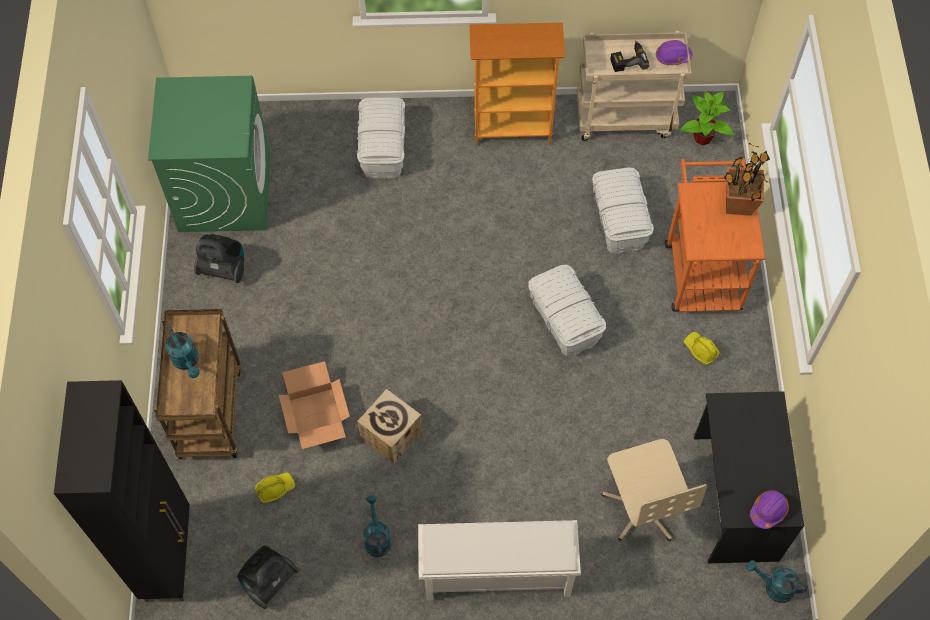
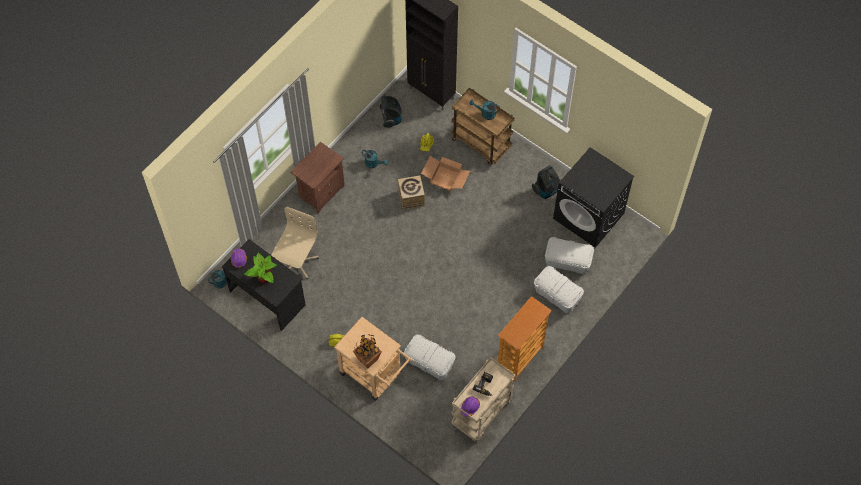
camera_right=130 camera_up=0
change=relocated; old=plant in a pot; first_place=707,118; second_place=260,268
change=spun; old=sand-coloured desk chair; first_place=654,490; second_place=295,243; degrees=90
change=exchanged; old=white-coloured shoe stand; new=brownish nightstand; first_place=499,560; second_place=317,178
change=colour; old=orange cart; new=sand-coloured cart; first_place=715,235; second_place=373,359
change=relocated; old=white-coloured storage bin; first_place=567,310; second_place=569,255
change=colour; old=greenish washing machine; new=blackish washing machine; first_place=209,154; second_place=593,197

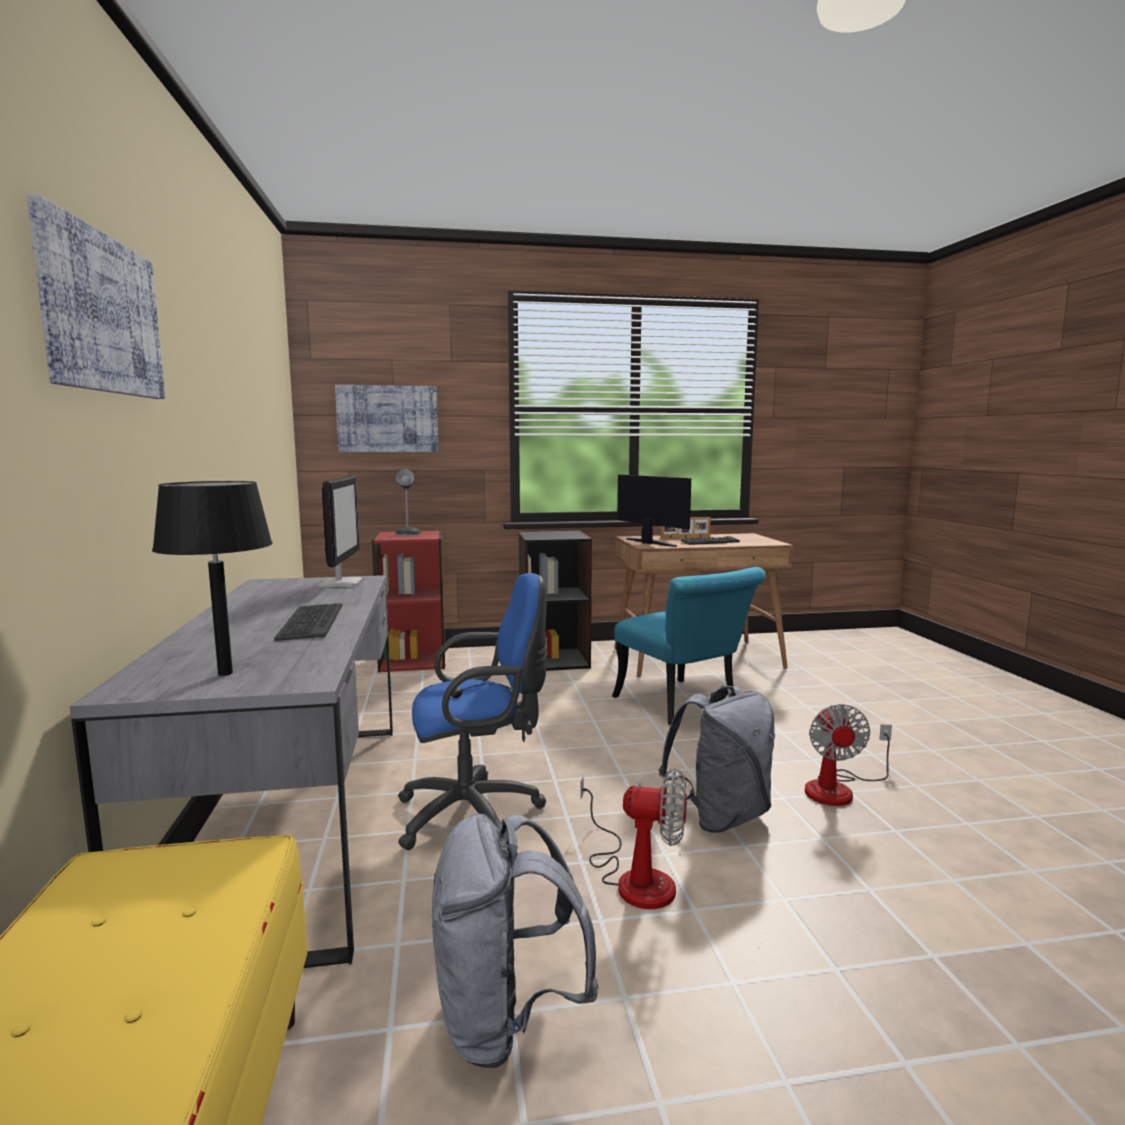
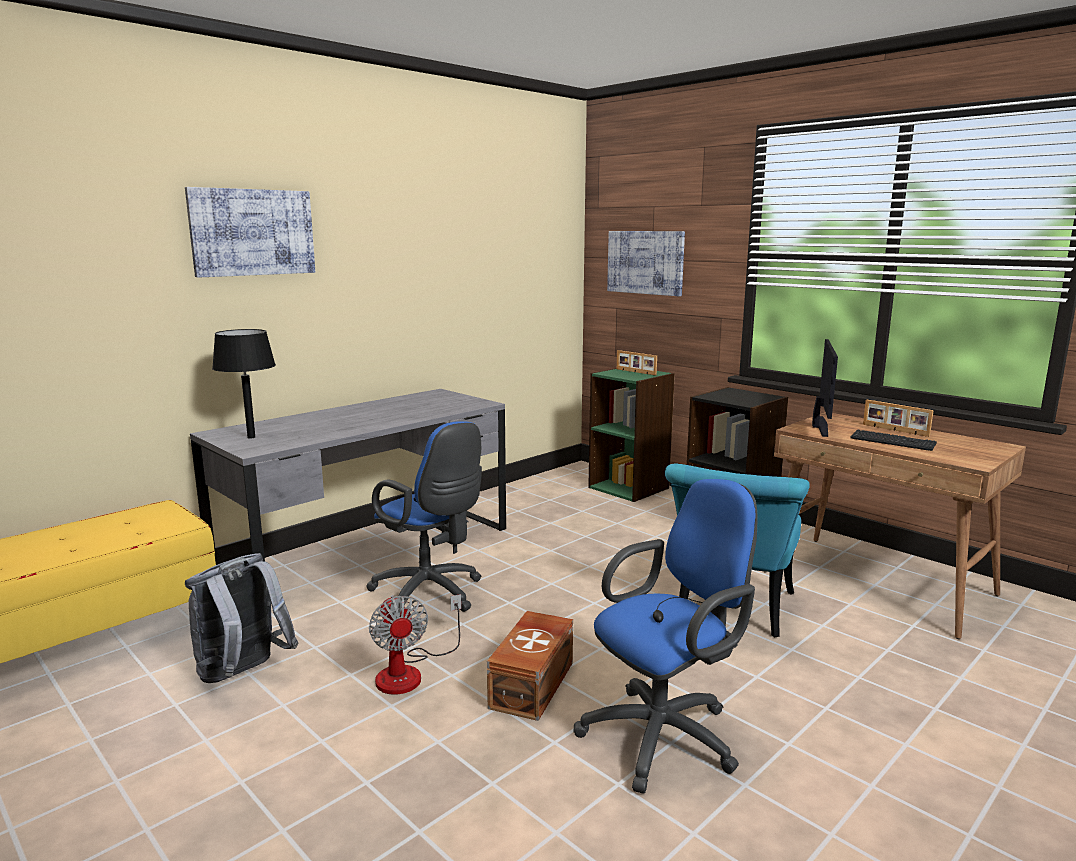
camera_right=55 camera_up=5
change=exchanged; old=gray rucksack; new=brownish storage bin; first_place=717,759; second_place=530,666
change=exchanged; old=fan; new=bluish desk chair; first_place=848,755; second_place=665,636
change=colour; old=reddish shelving unit; new=greenish shelving unit; first_place=408,601; second_place=631,435
change=exchanged; old=tabletop lamp; new=picture frame; first_place=408,502; second_place=637,362
change=missing; old=PC keyboard; first_place=308,622
change=missing; old=computer display; first_place=340,531

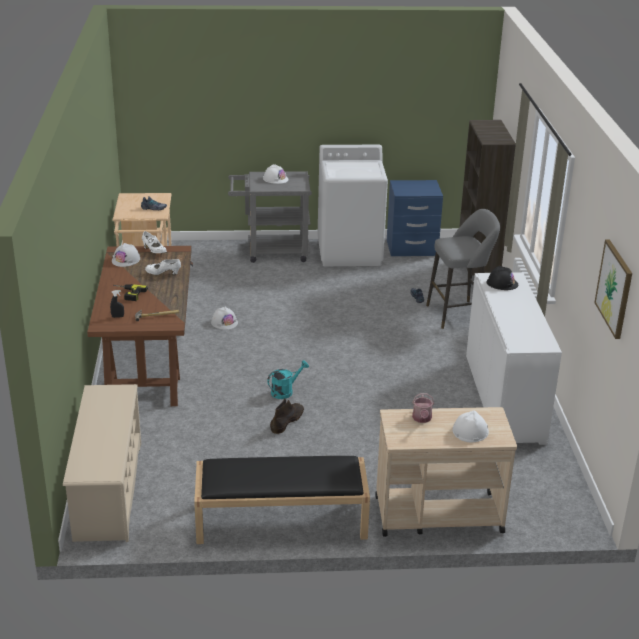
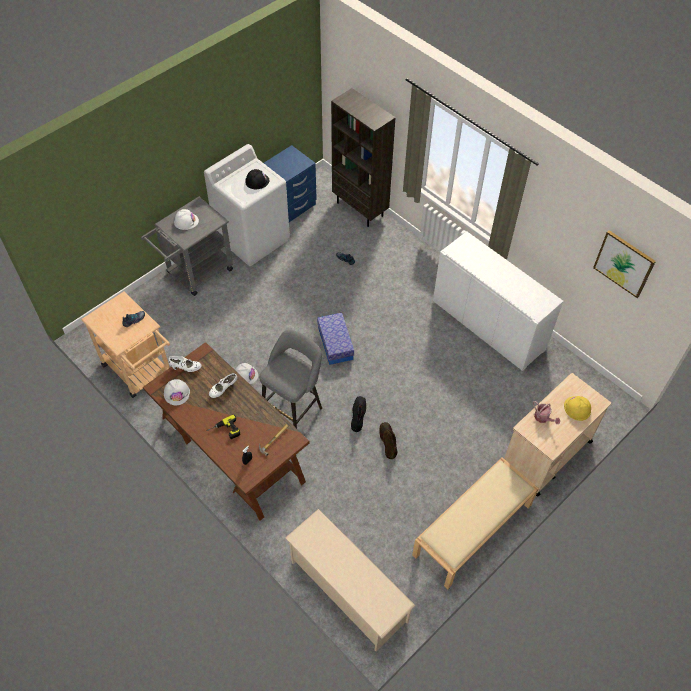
camera_right=-40 camera_up=25
change=relocated; old=blackish safety helmet; first_place=502,278; second_place=257,179
change=relocated; old=gray stool; first_place=463,269; second_place=290,379
change=appeared; new=storage bin; second_place=335,339
change=exchanged; old=blue-green watering can; new=blackish tall boot; first_place=288,379; second_place=358,414
change=colour; old=blackish indoor bench; new=sand-coloured indoor bench; first_place=282,500; second_place=475,523
change=colour; old=white-coloured safety helmet; new=yellow-coloured safety helmet; first_place=471,426; second_place=577,408

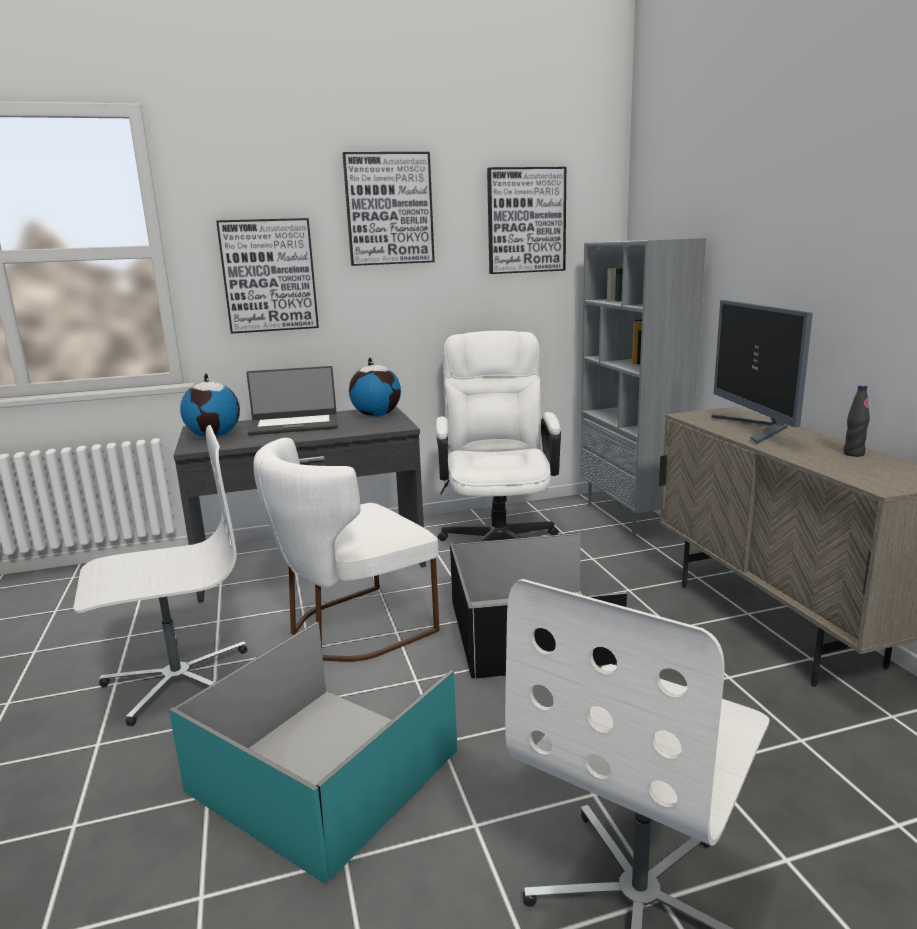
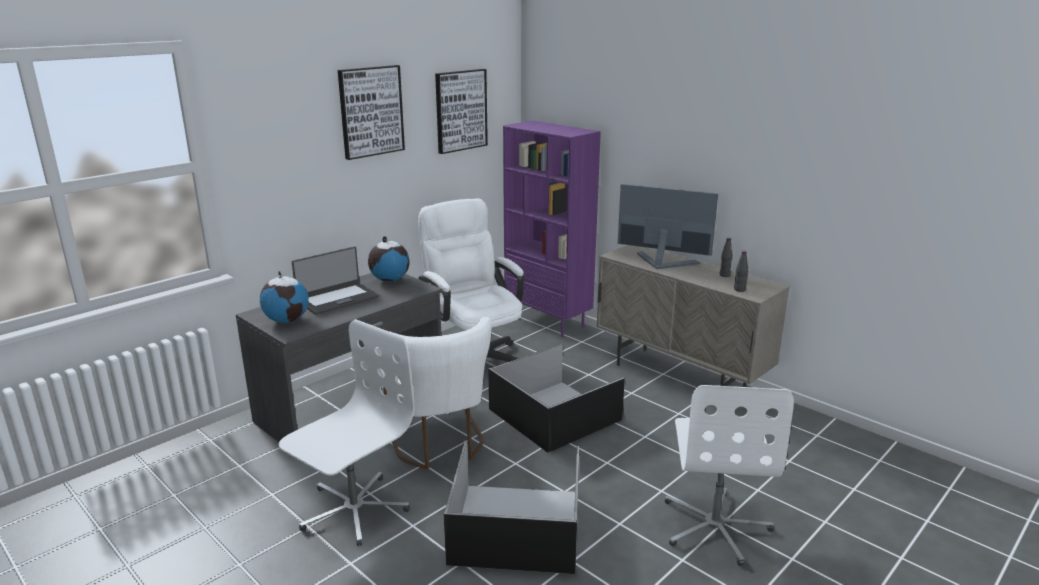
camera_right=-30 camera_up=5
change=spun; old=white-coloured plain chair; first_place=346,550; second_place=435,393; degrees=-45
change=colour; old=blue-green storage bin; new=blackish storage bin; first_place=313,753; second_place=511,507
change=colour; old=gray shelving unit; new=purple shelving unit; first_place=643,388; second_place=552,229
change=spun; old=computer display; first_place=762,372; second_place=668,226; degrees=150
change=appeared; new=blackish beverage bottle; second_place=741,271
change=missing; old=picture; first_place=267,276

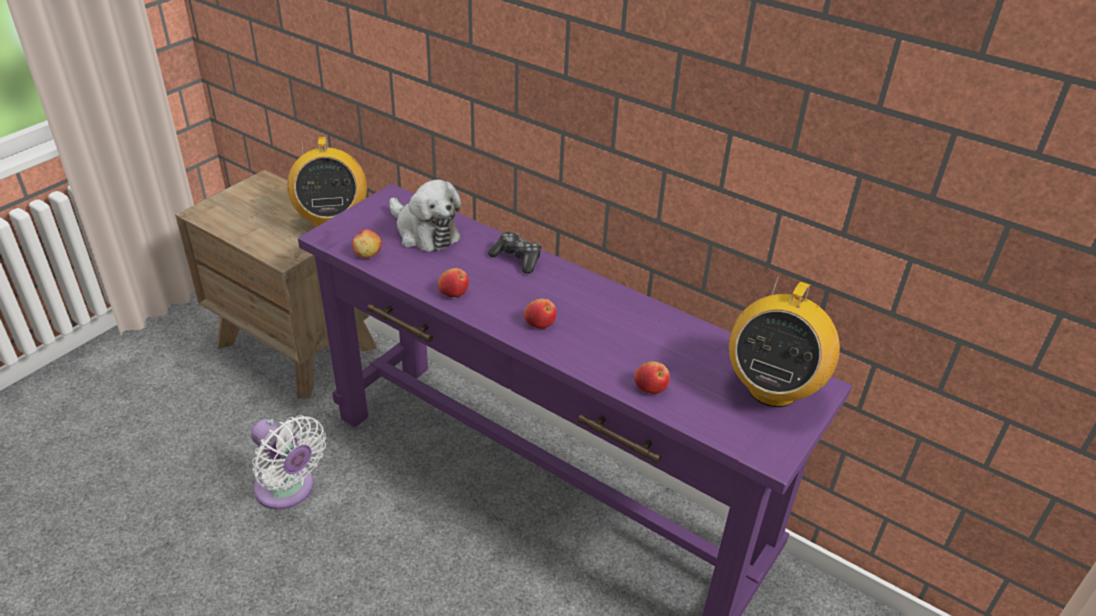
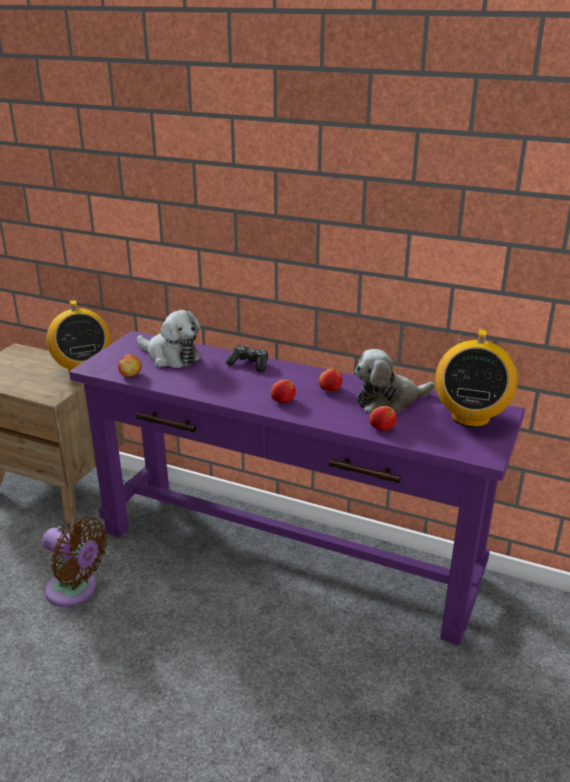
camera_right=-10 camera_up=-10
change=colour; old=white-coloured fan; new=brownish fan; first_place=288,462; second_place=74,562
change=relocated; old=apple; first_place=453,282; second_place=330,379
change=appeared; new=cuddly toy; second_place=395,381

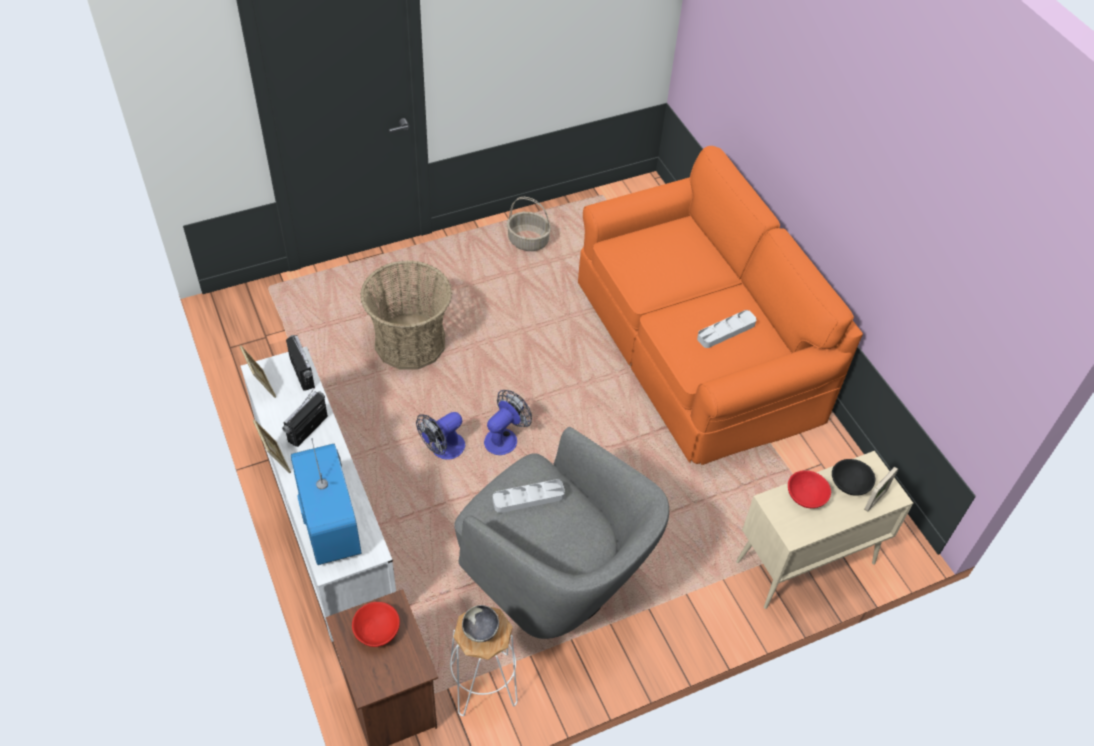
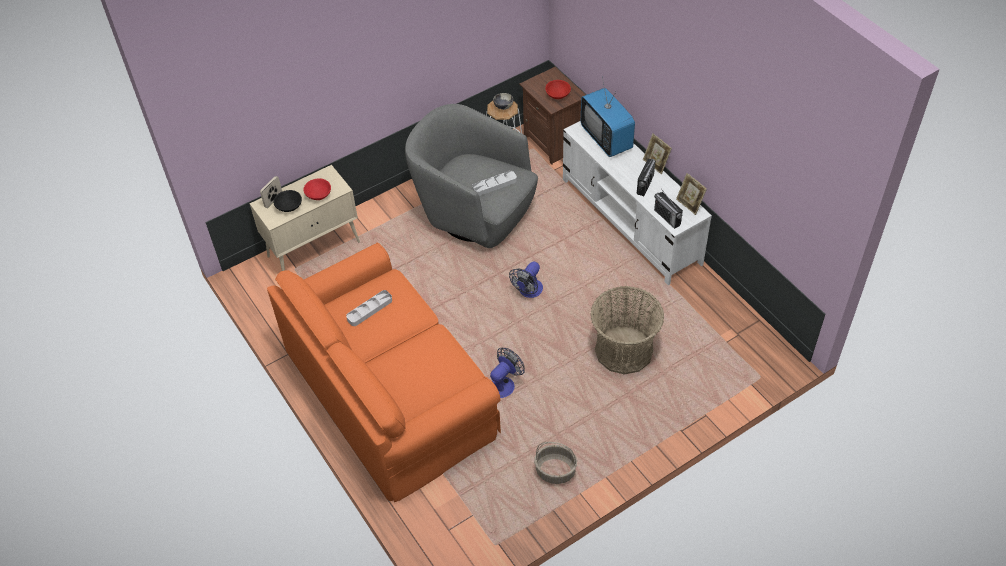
camera_right=175 camera_up=0
change=relocated; old=fan; first_place=440,436; second_place=507,373

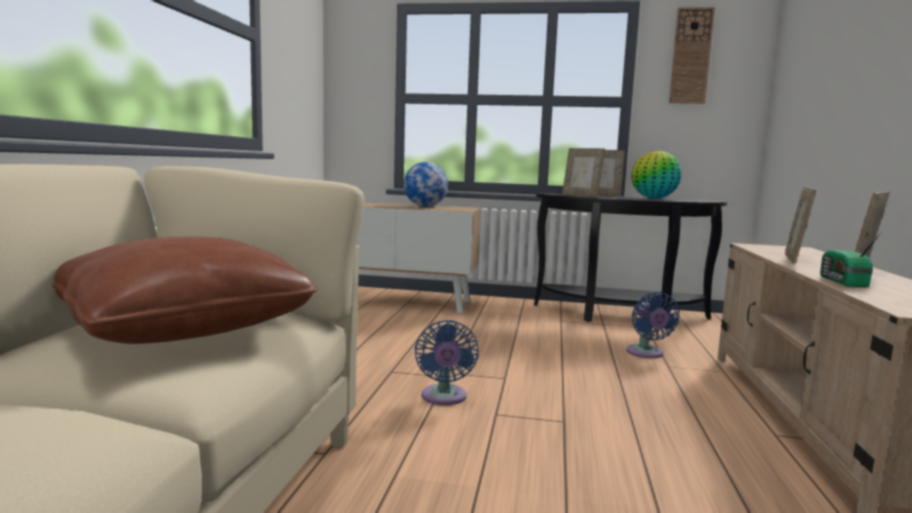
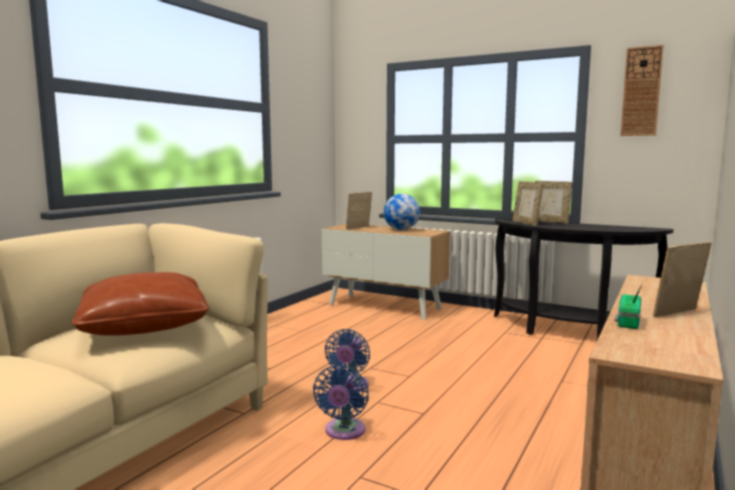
camera_right=20 camera_up=0
change=relocated; old=bluish fan; first_place=653,325; second_place=341,402
change=relocated; old=picture frame; first_place=800,225; second_place=359,210
change=missing; old=world globe; first_place=656,175

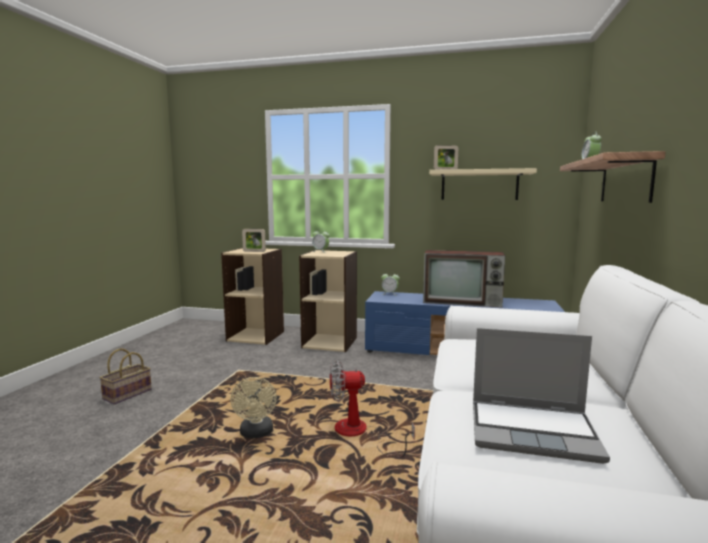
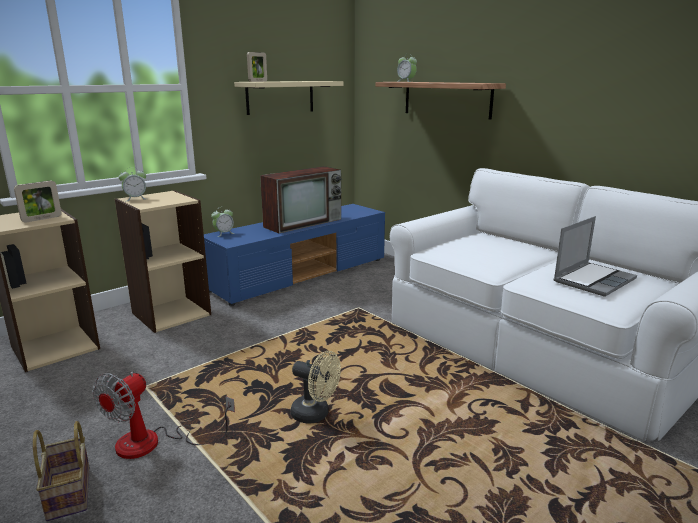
camera_right=-55 camera_up=10
change=relocated; old=fan; first_place=372,409; second_place=163,415

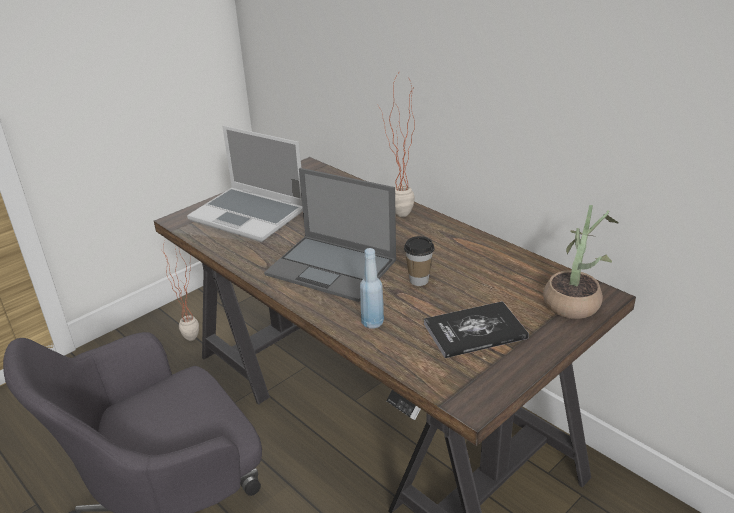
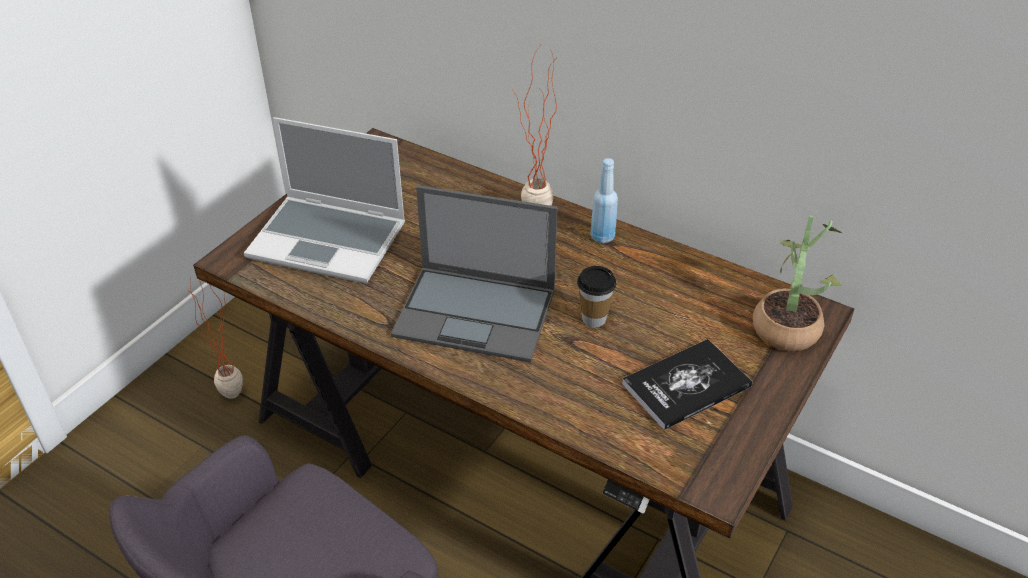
camera_right=-15 camera_up=10
change=relocated; old=bluish beverage bottle; first_place=372,288; second_place=604,200

